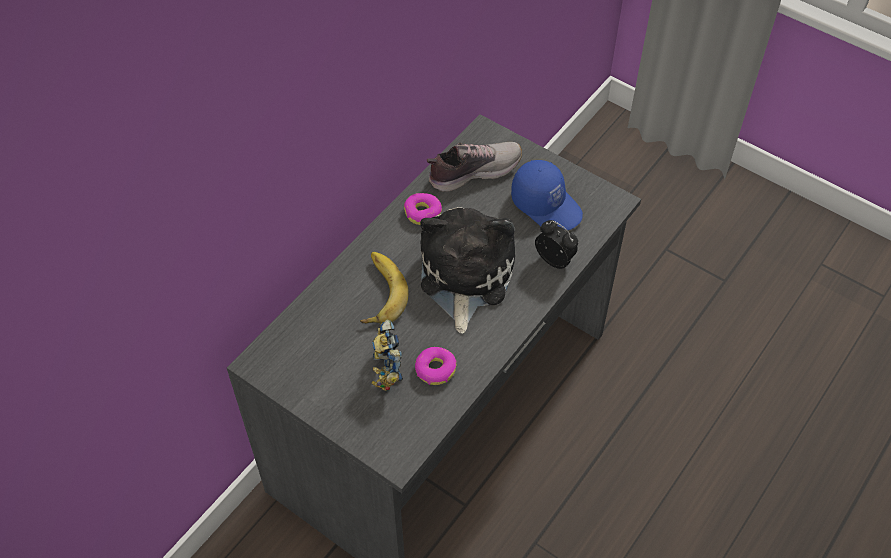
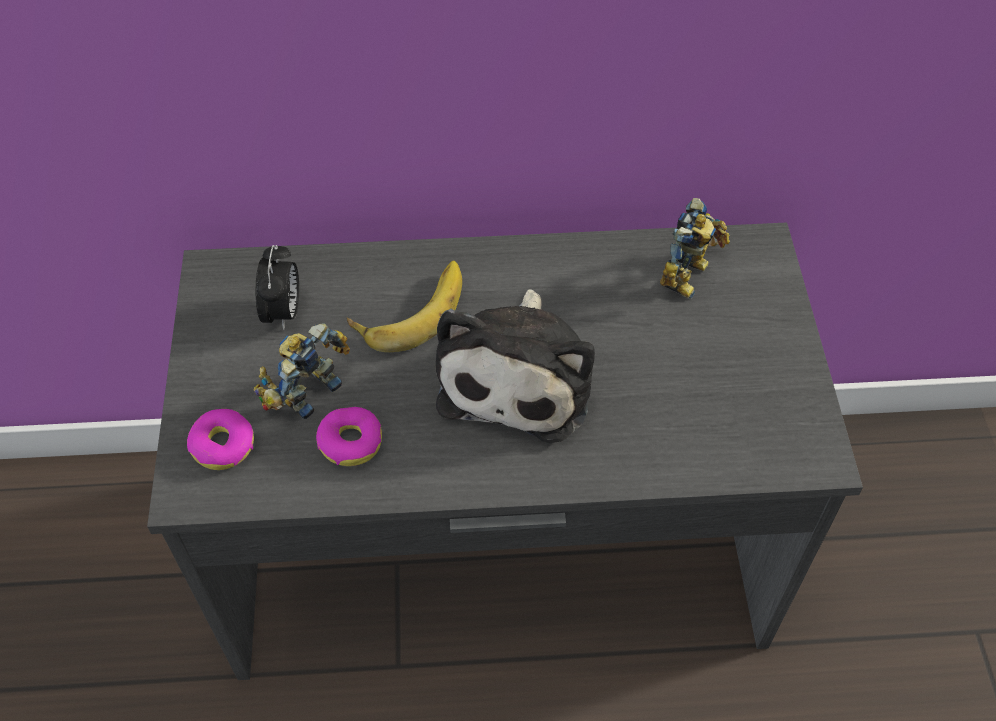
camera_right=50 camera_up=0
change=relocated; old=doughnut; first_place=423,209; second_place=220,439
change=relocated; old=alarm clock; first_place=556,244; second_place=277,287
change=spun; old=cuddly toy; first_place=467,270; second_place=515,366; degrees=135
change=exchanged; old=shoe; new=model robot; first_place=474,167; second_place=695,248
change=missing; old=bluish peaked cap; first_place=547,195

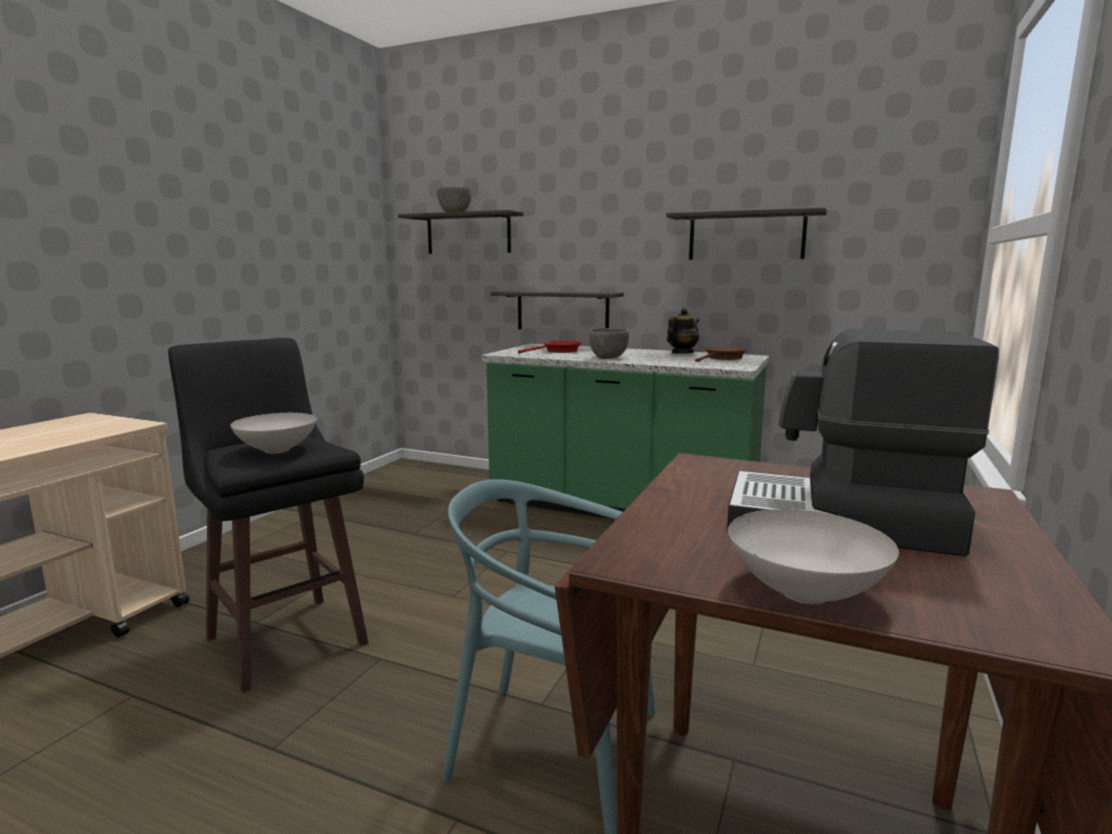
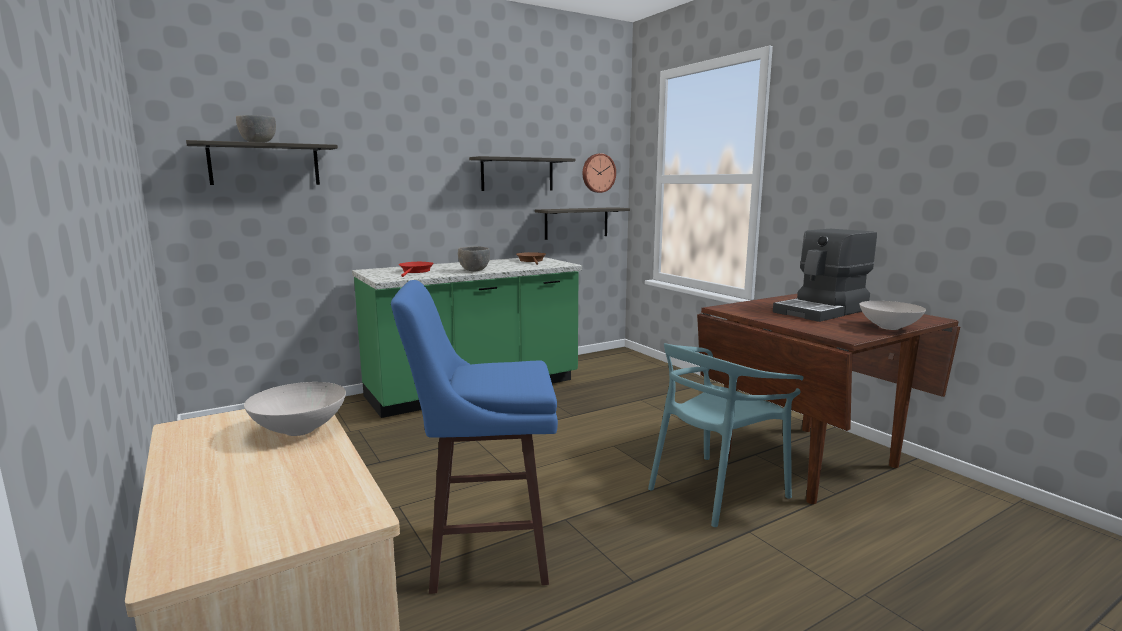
camera_right=-55 camera_up=0
change=relocated; old=white-coloured deep dish; first_place=273,433; second_place=295,409
change=colour; old=blackish stool; new=bluish stool; first_place=268,515; second_place=474,437
change=relocated; old=wall shelf; first_place=557,310; second_place=582,223
change=appeared; new=clock on the wall; second_place=599,173
change=missing; old=pot for tea; first_place=683,331

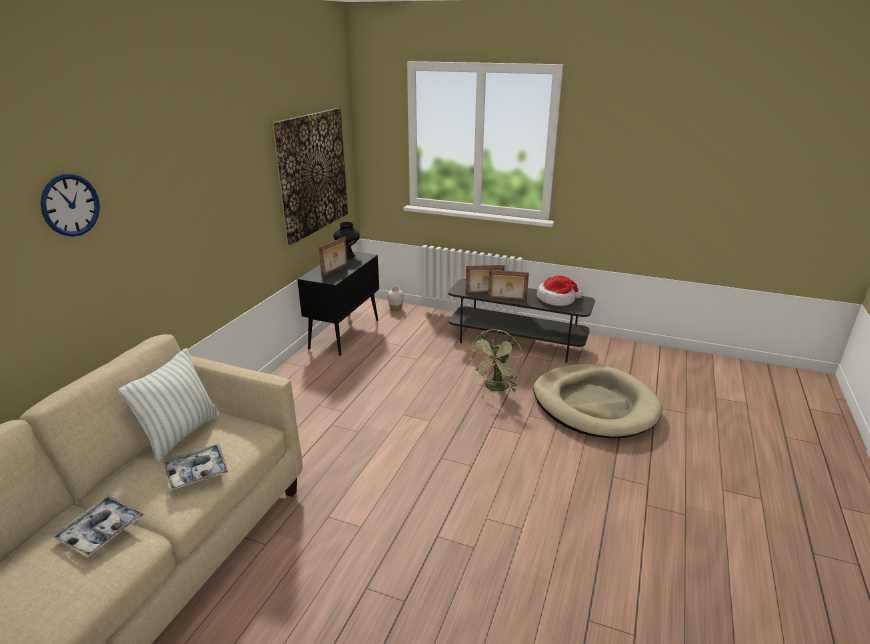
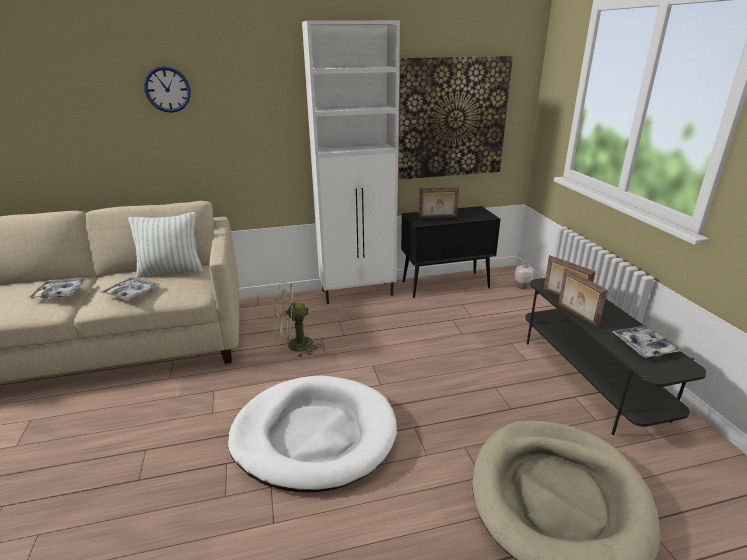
camera_right=55 camera_up=0
change=appeared; new=white-coloured pet bed; second_place=312,434
change=relocated; old=greenish fan; first_place=496,361; second_place=296,319
change=appeared; new=white-coloured storage cabinet; second_place=351,162
change=exchanged; old=hat; new=tray; first_place=560,290; second_place=648,341
change=missing; old=blackish decorative vase; first_place=347,240

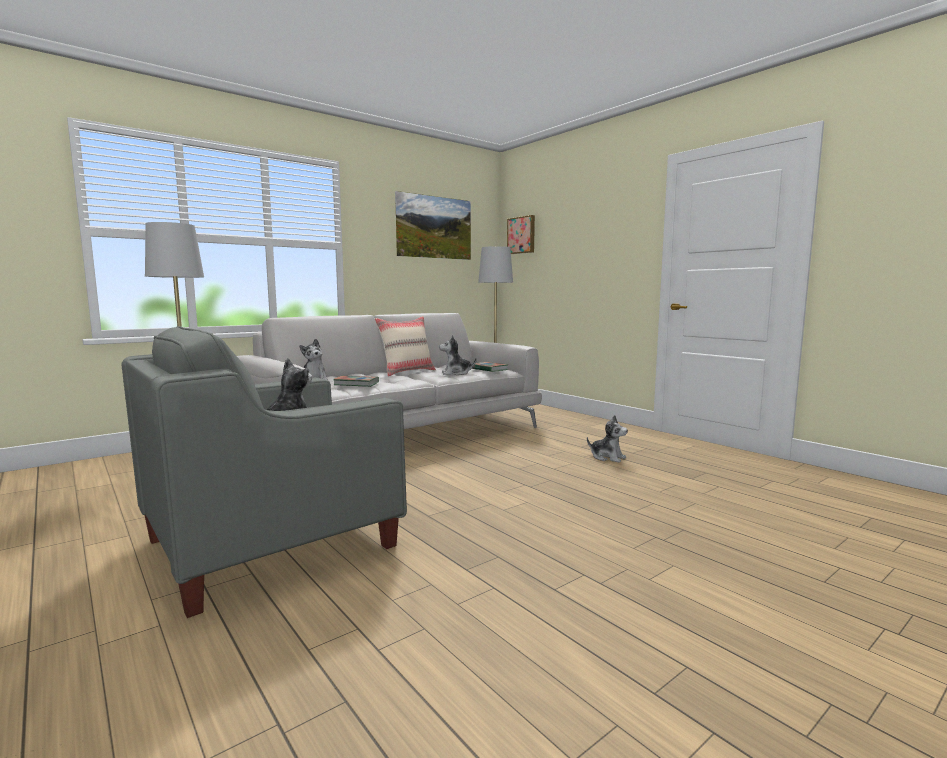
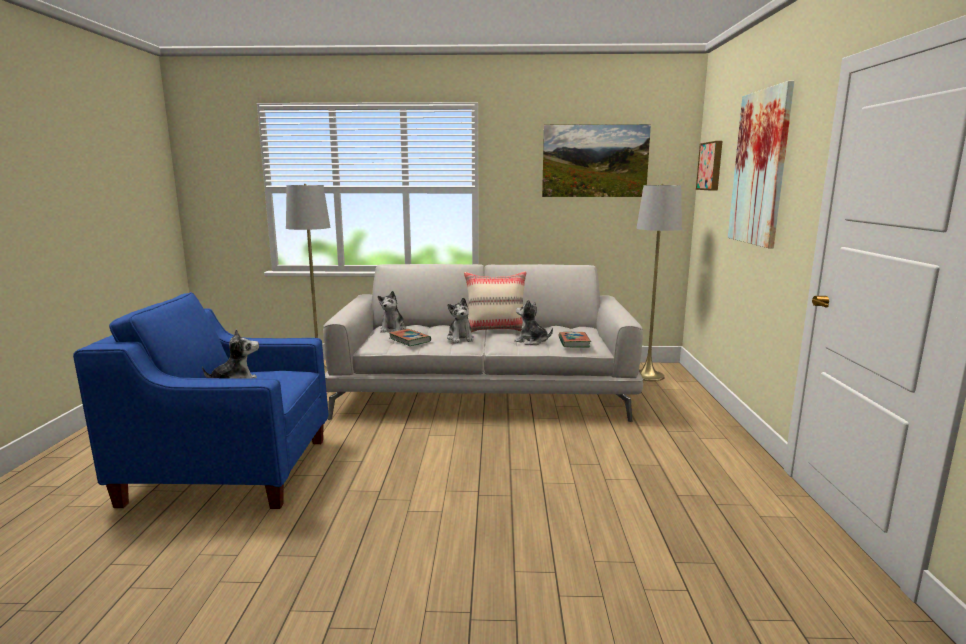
camera_right=40 camera_up=5
change=colour; old=gray easy chair; new=bluish easy chair; first_place=264,472; second_place=201,400
change=relocated; old=cuddly toy; first_place=607,439; second_place=460,320
change=appeared; new=picture; second_place=761,164

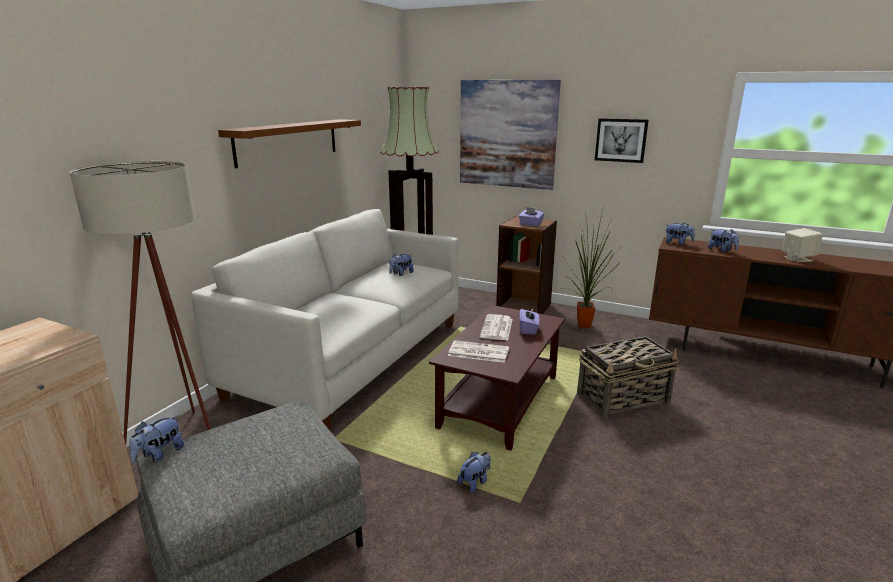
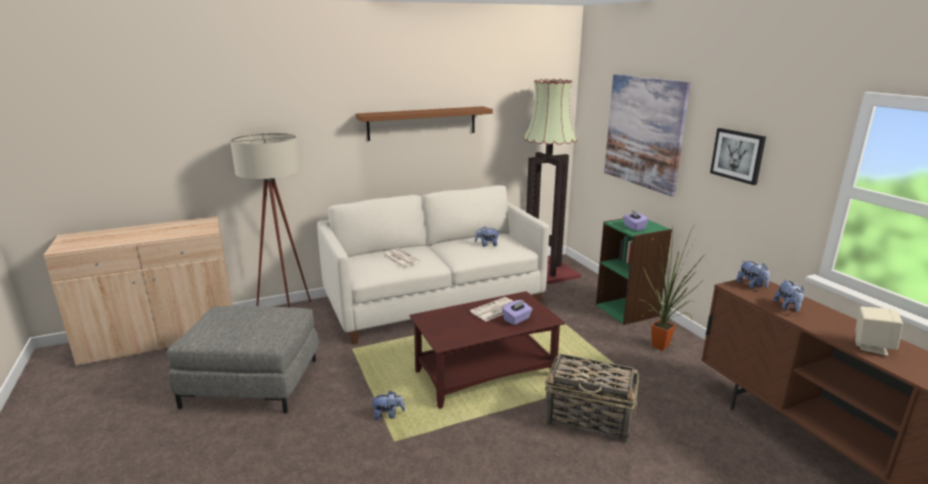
camera_right=40 camera_up=0
change=relocated; old=newspaper; first_place=478,351; second_place=401,257
change=colour; old=brownish shelving unit; new=greenish shelving unit; first_place=526,265; second_place=634,272
change=missing; old=cuddly toy; first_place=156,439

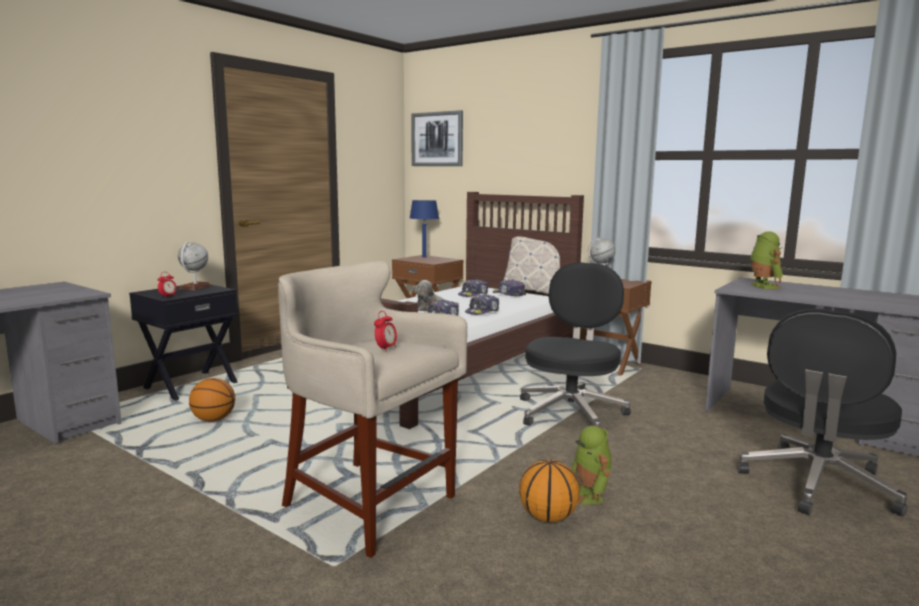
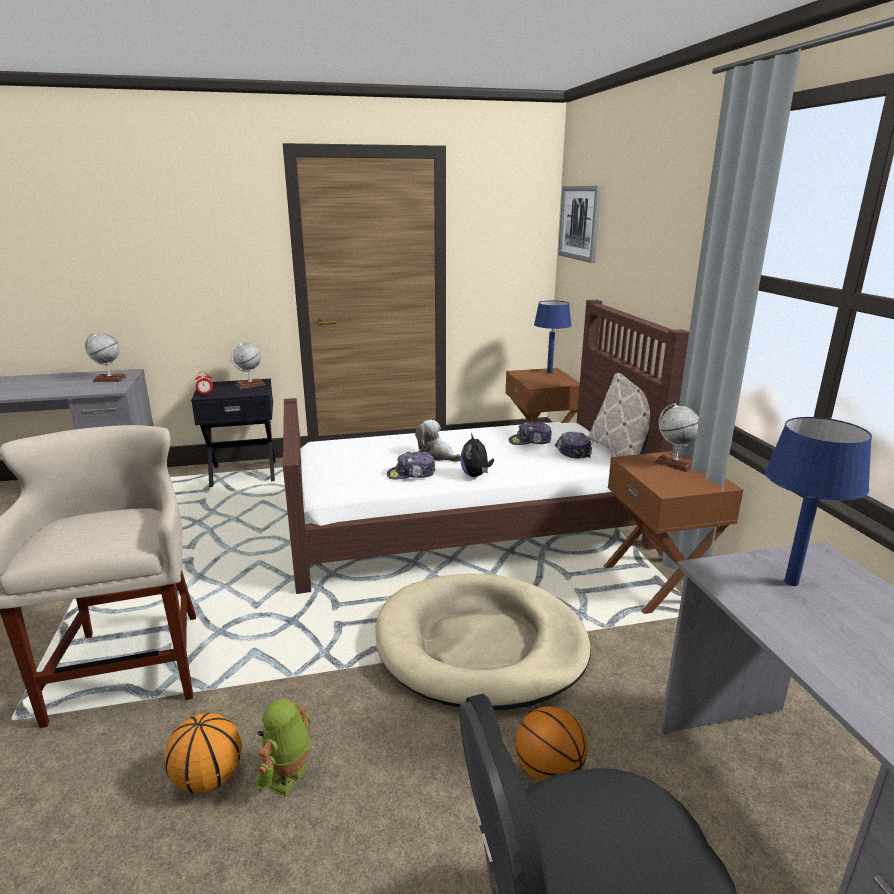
camera_right=40 camera_up=10
change=appeared; new=world globe; second_place=106,357
change=exchanged; old=blackish desk chair; new=sand-coloured pet bed; first_place=575,345; second_place=483,642
change=exchanged; old=peaked cap; new=cuddly toy; first_place=482,304; second_place=477,455
change=relocated; old=basketball ball; first_place=212,400; second_place=551,743
change=exchanged; old=model robot; new=bluish tabletop lamp; first_place=766,260; second_place=818,501
change=missing; old=alarm clock; first_place=385,331

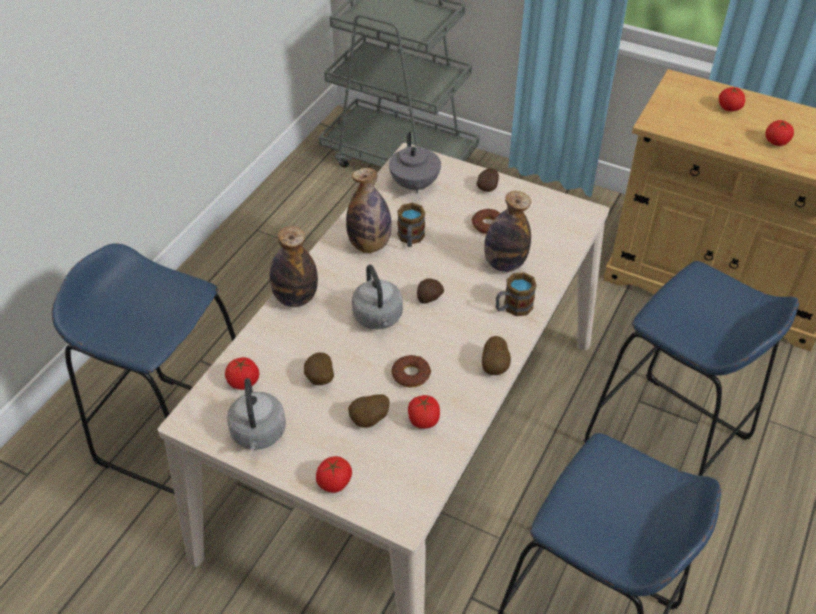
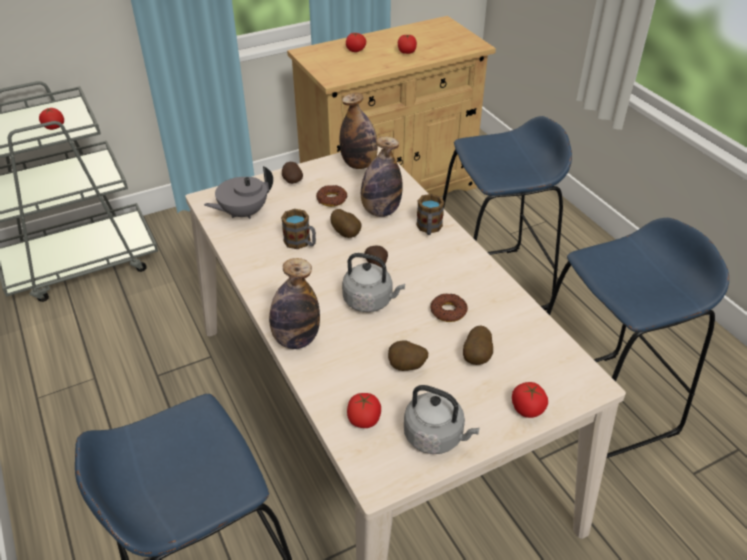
camera_right=-55 camera_up=-5
change=relocated; old=tomato; first_place=424,412; second_place=51,119
change=spun; old=gray pot for tea; first_place=415,163; second_place=238,192; degrees=120
change=relocated; old=potato; first_place=496,355; second_place=346,223
change=relocated; old=beverage bottle; first_place=368,210; second_place=358,131

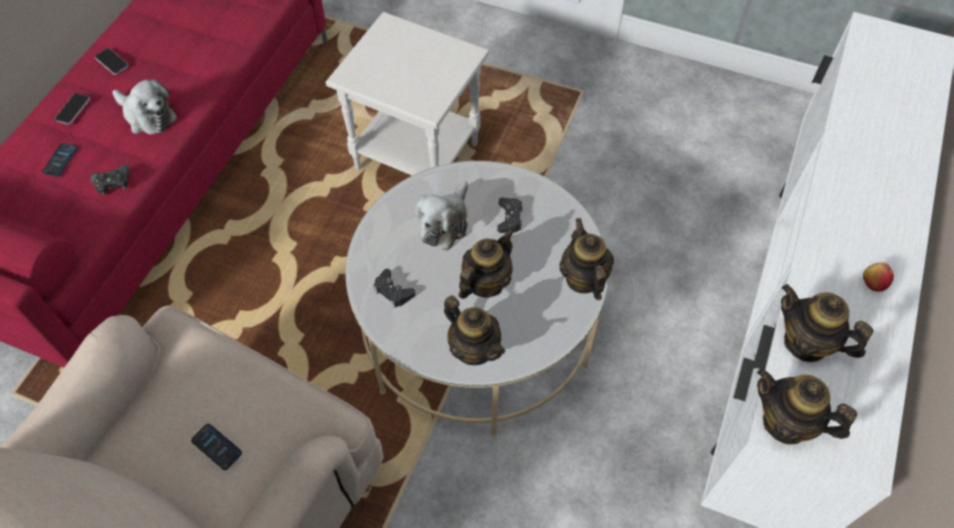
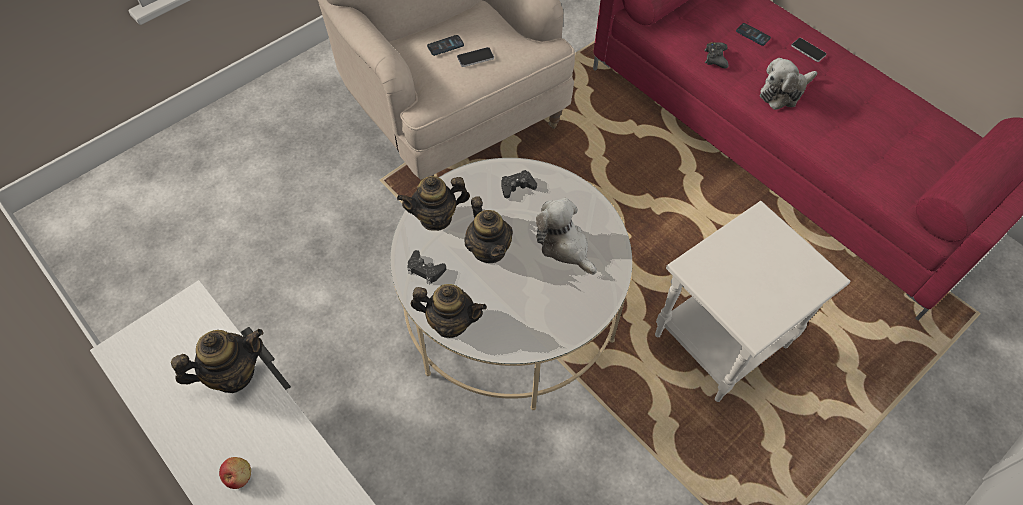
camera_right=115 camera_up=0
change=relocated; old=blackish gamepad; first_place=510,215; second_place=426,267
change=relocated; old=phone; first_place=112,61; second_place=475,57
change=missing; old=pot for tea; first_place=807,406

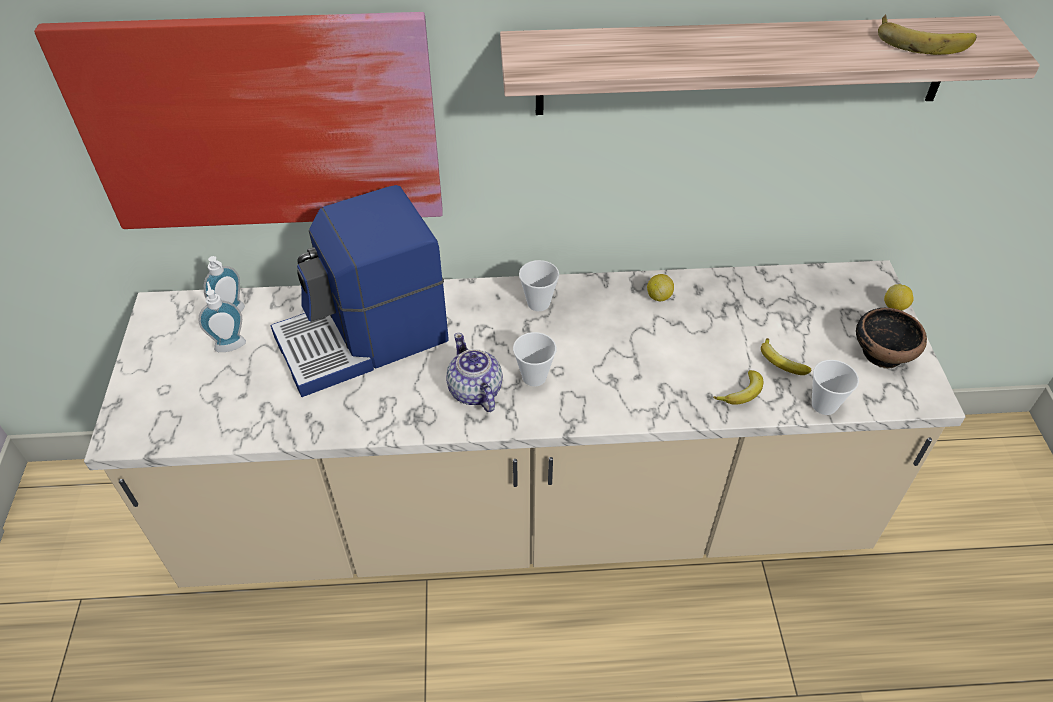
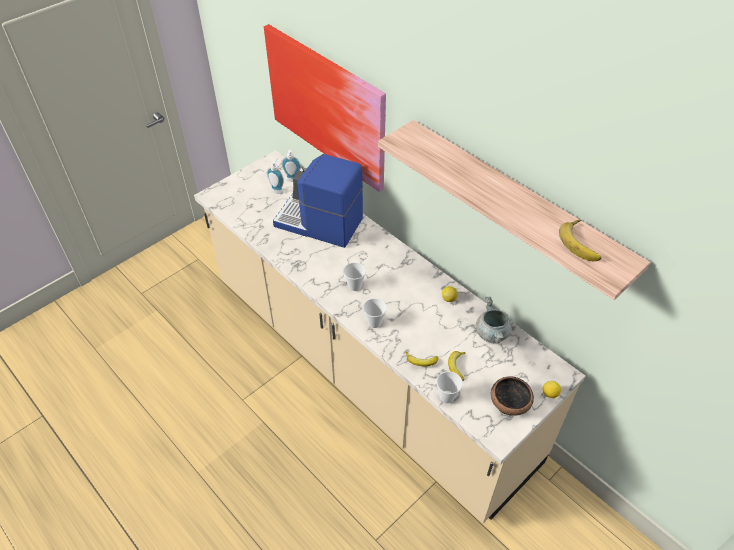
camera_right=50 camera_up=0
change=relocated; old=small cup; first_place=539,285; second_place=375,313
change=appeared; new=gray cooking pot; second_place=494,320
change=missing; old=pot for tea; first_place=474,372

